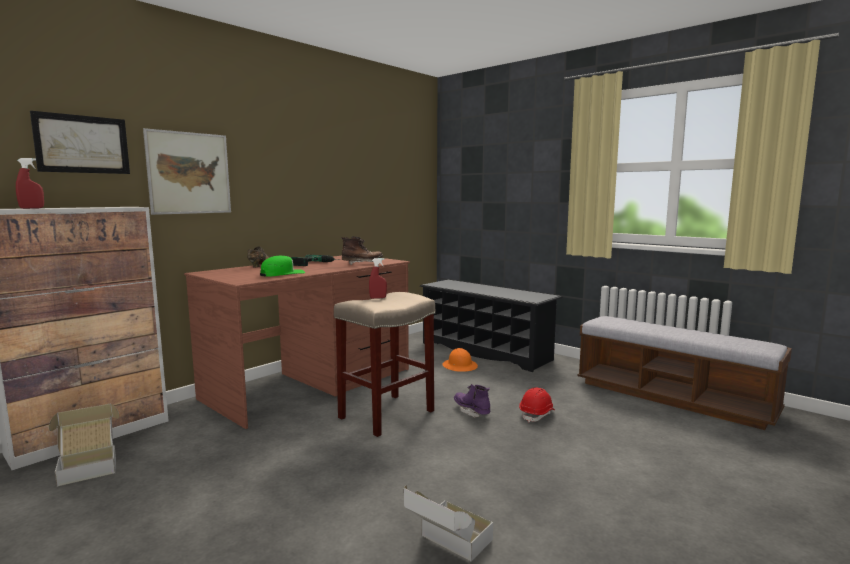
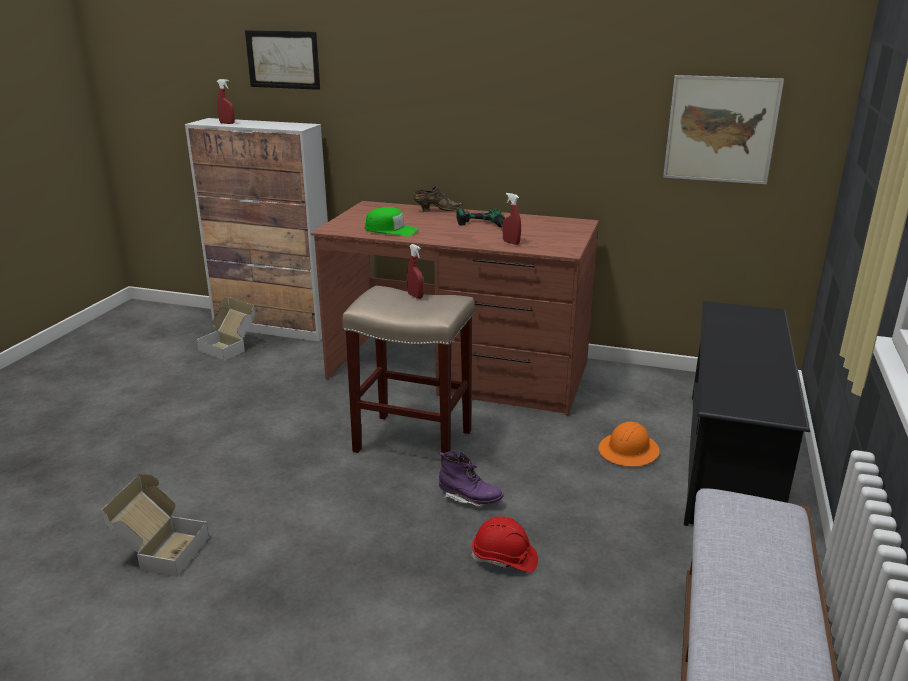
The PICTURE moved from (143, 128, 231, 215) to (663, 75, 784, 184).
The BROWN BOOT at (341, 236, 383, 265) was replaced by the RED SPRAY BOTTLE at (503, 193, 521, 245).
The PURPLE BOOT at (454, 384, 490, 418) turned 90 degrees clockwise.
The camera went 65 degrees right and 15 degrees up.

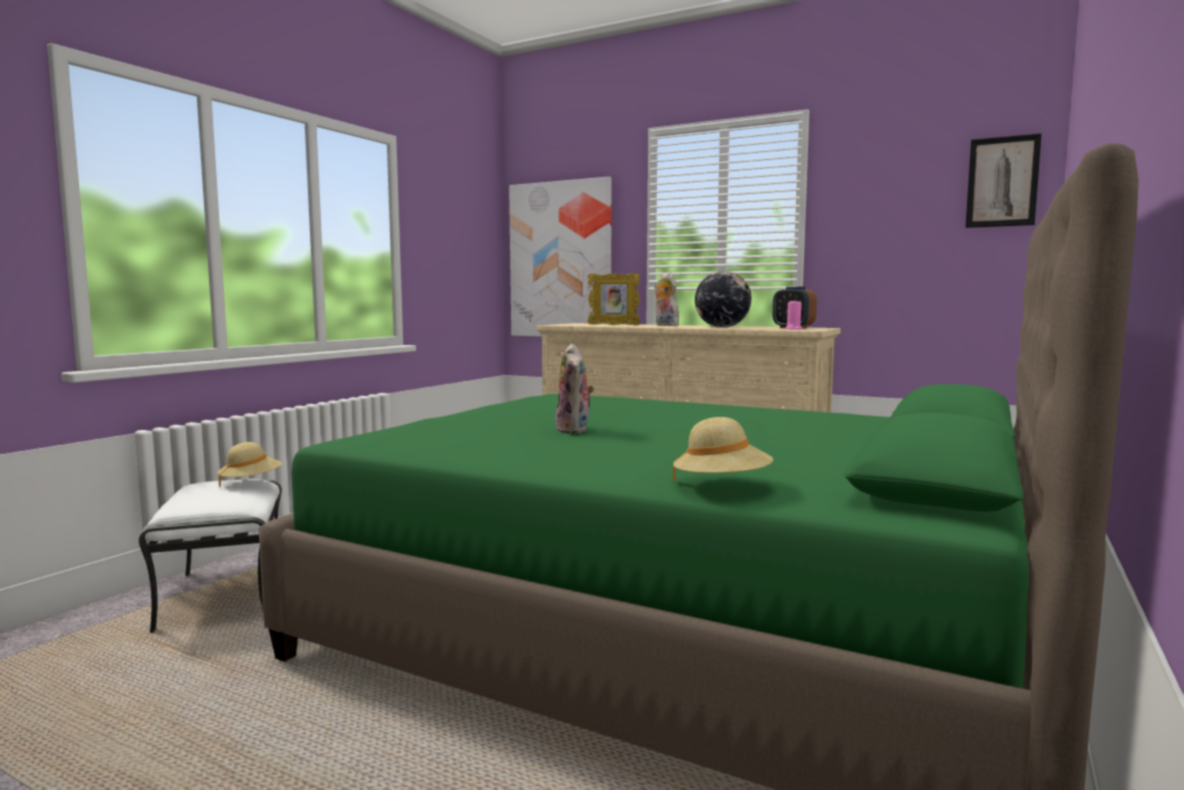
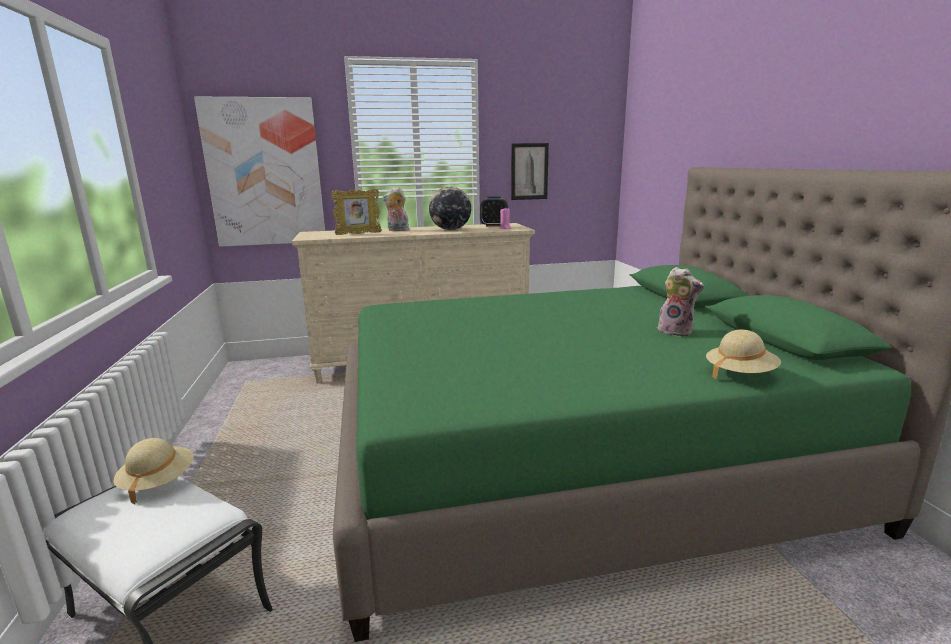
The PLUSH TOY moved from (556, 343, 594, 434) to (658, 267, 704, 337).
The PICTURE moved from (965, 133, 1042, 228) to (511, 143, 549, 200).
The camera went 40 degrees left and 10 degrees up.

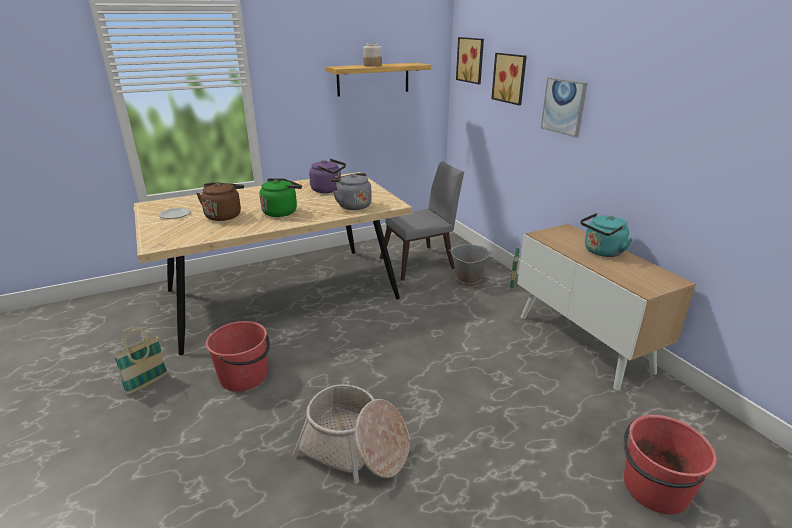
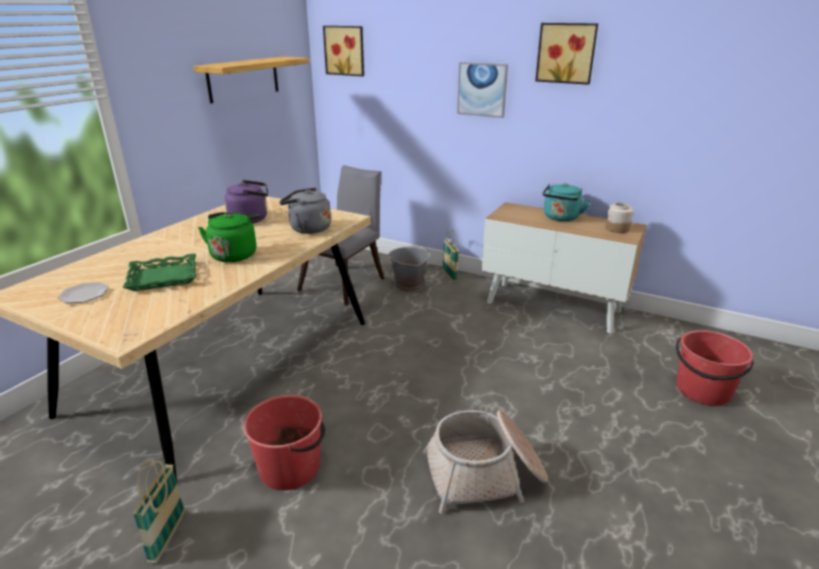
The JAR moved from (363, 43, 382, 67) to (605, 202, 634, 233).
The PICTURE moved from (491, 53, 527, 105) to (535, 23, 598, 85).
The BROWN KETTLE at (196, 182, 244, 221) was replaced by the GREEN TRAY at (123, 254, 196, 291).
The camera went 35 degrees left and 0 degrees up.

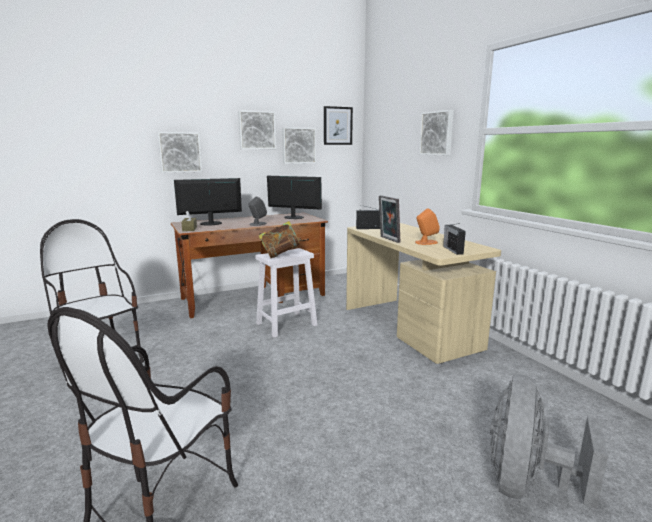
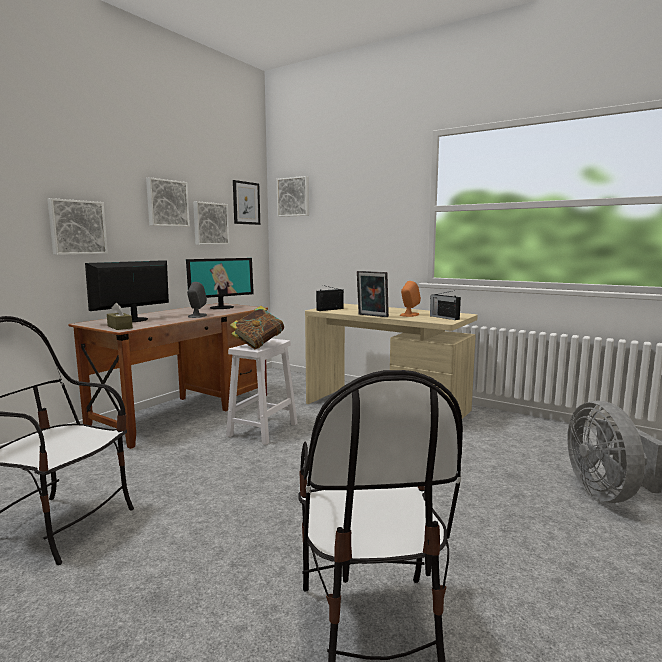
The PICTURE moved from (419, 110, 454, 155) to (277, 176, 309, 217).
The MONITOR at (267, 176, 322, 219) turned 150 degrees clockwise.
The camera went 30 degrees left and 5 degrees down.

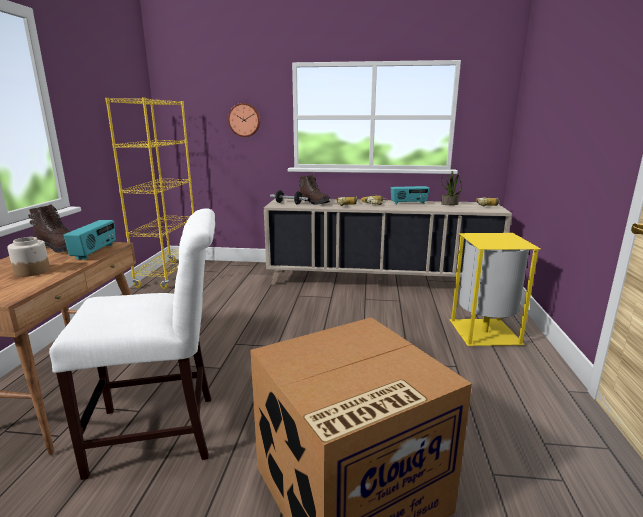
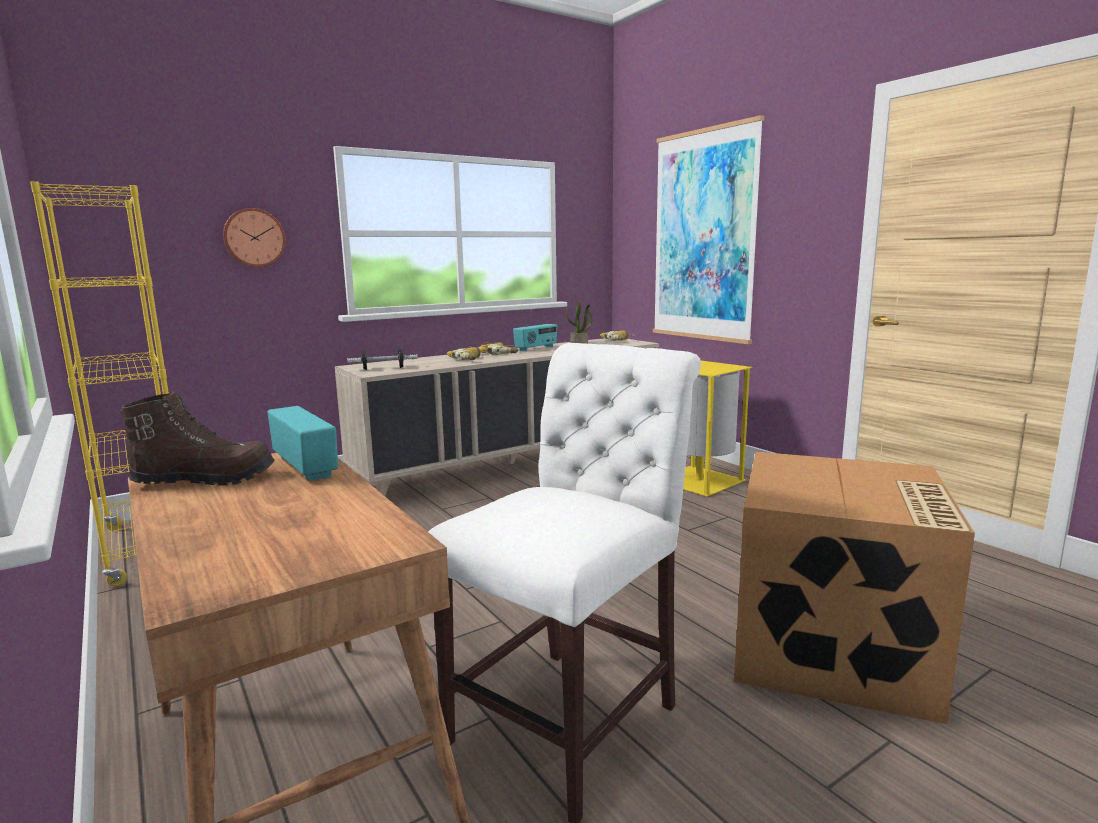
The JAR at (7, 237, 50, 277) disappeared.
The BROWN BOOT at (299, 175, 330, 205) disappeared.
The PICTURE at (653, 115, 764, 344) appeared.
The camera went 40 degrees left and 5 degrees down.

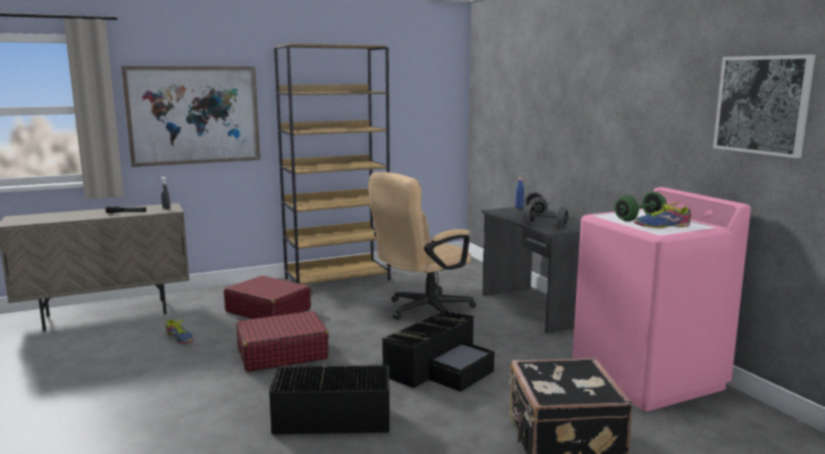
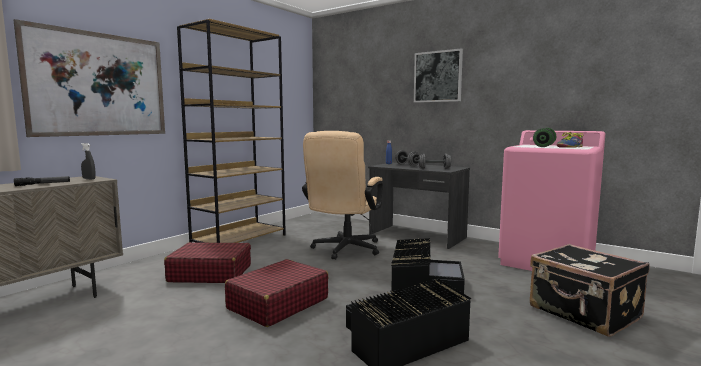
The SHOE at (163, 320, 194, 344) disappeared.
The PICTURE moved from (713, 54, 815, 158) to (414, 48, 463, 103).
The camera went 30 degrees left and 5 degrees down.

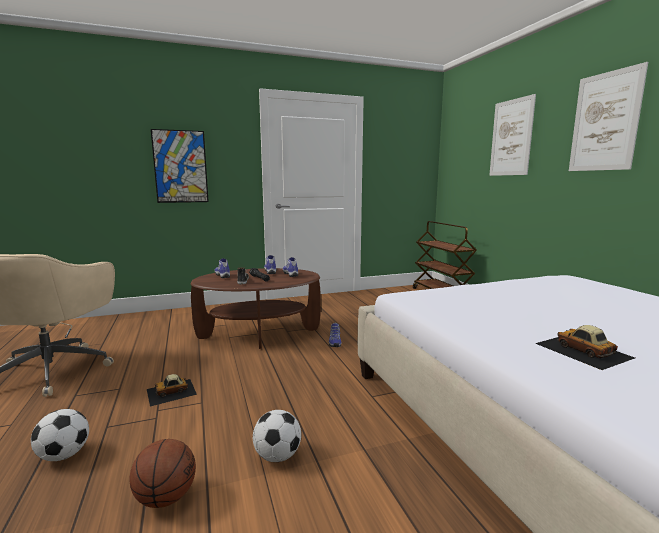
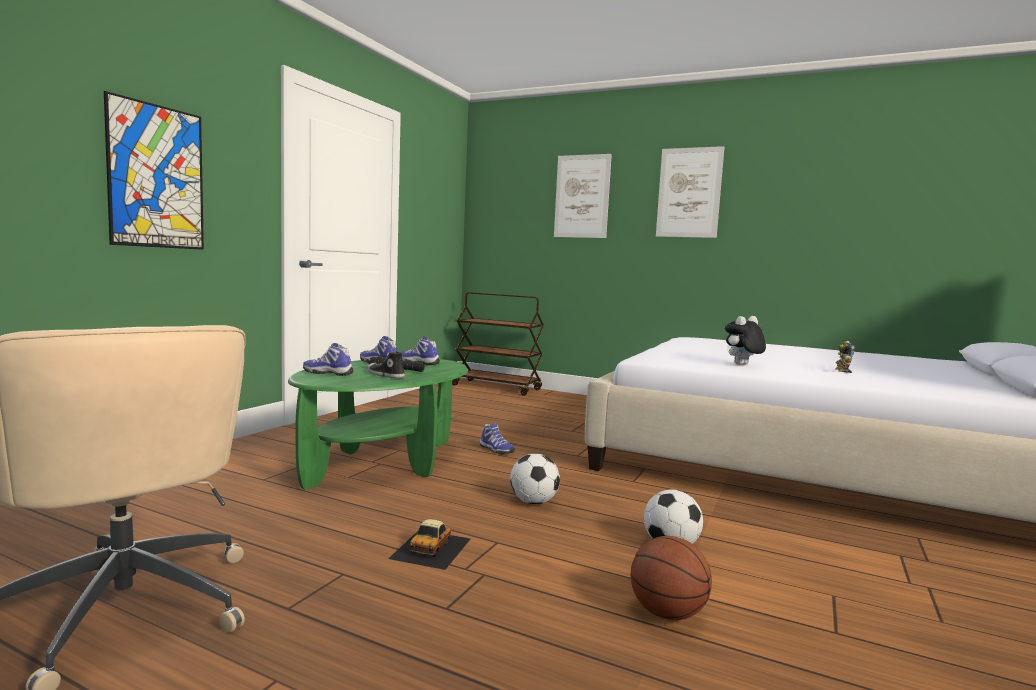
The PLUSH TOY at (725, 316, 766, 365) appeared.
The FOOTBALL moved from (31, 409, 89, 461) to (510, 454, 560, 504).
The TOY CAR at (535, 325, 635, 370) was replaced by the TOY ROBOT at (835, 341, 855, 373).
The BROWN COFFEE TABLE at (191, 268, 321, 349) became the GREEN COFFEE TABLE at (288, 359, 468, 490).
The camera went 45 degrees left and 5 degrees down.

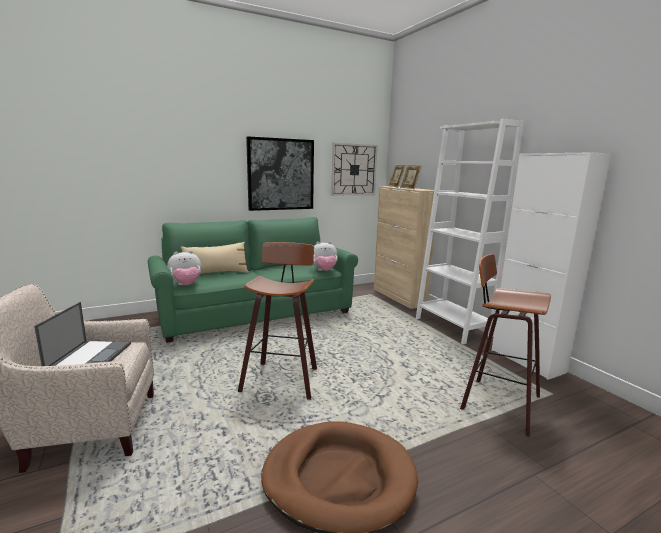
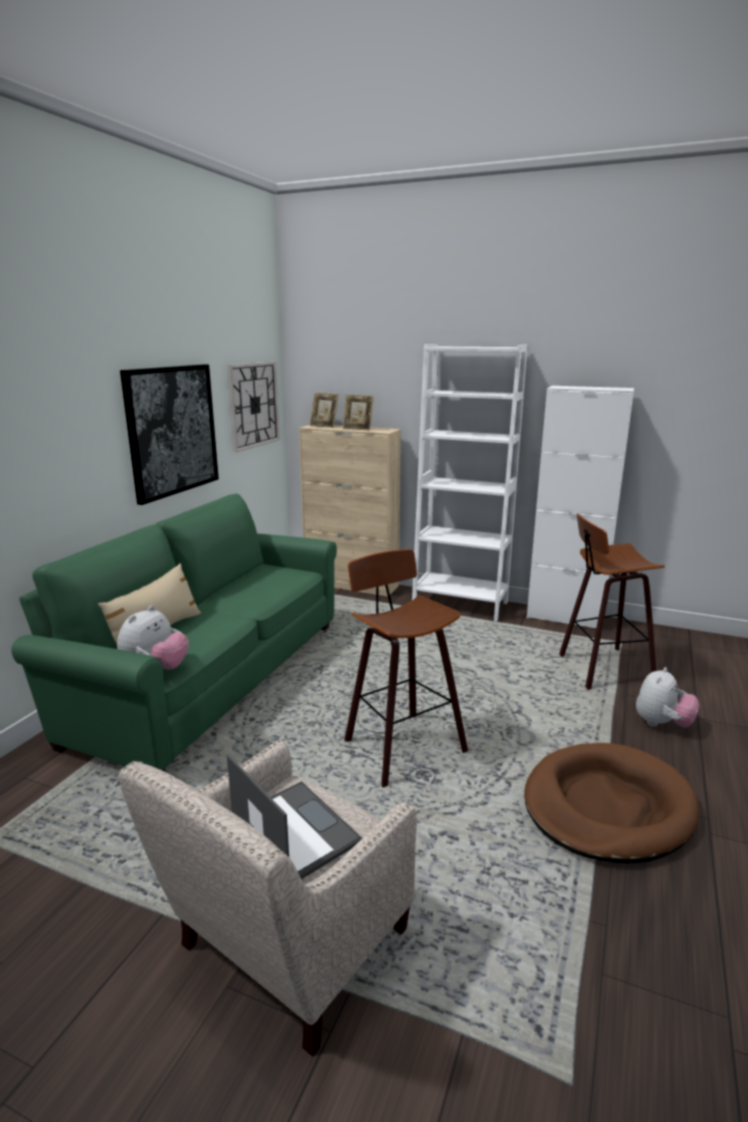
The PLUSH TOY moved from (313, 241, 337, 271) to (636, 667, 699, 727).
The camera went 40 degrees left and 5 degrees up.

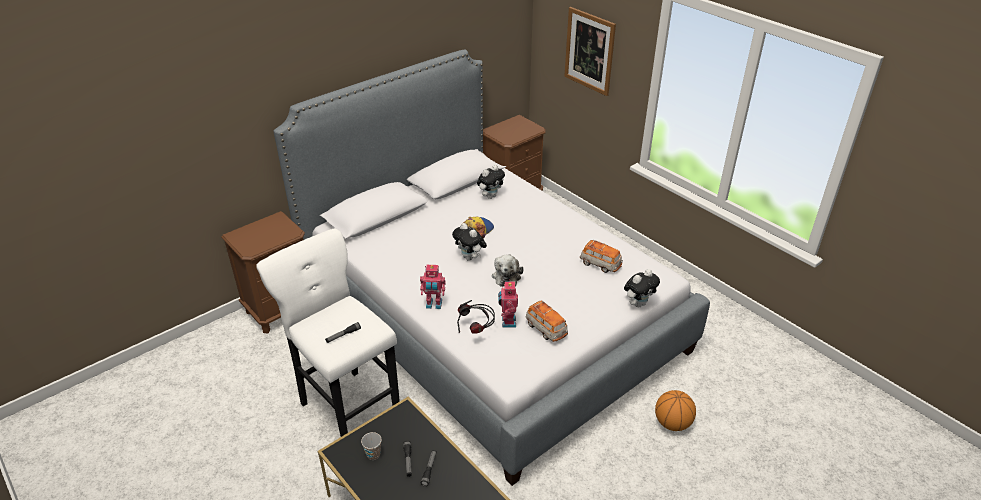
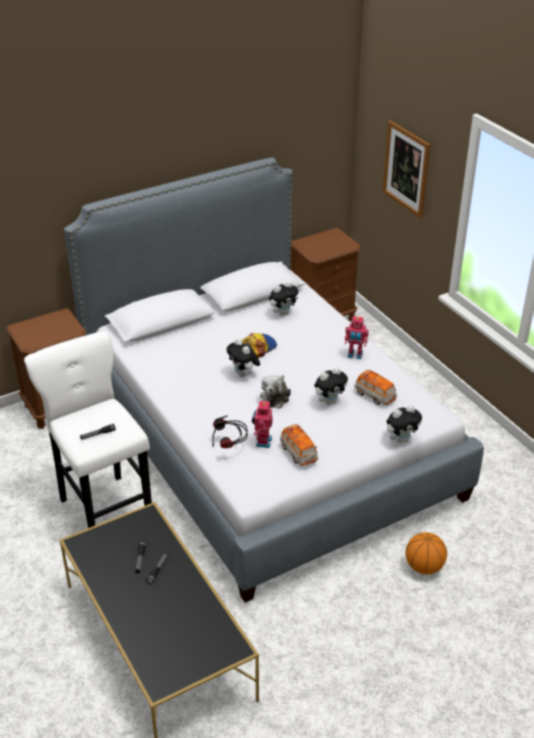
The CUP at (361, 432, 382, 460) disappeared.
The PLUSH TOY at (314, 367, 348, 405) appeared.
The TOY ROBOT moved from (420, 265, 446, 309) to (345, 316, 369, 359).
The camera went 10 degrees right and 0 degrees up.

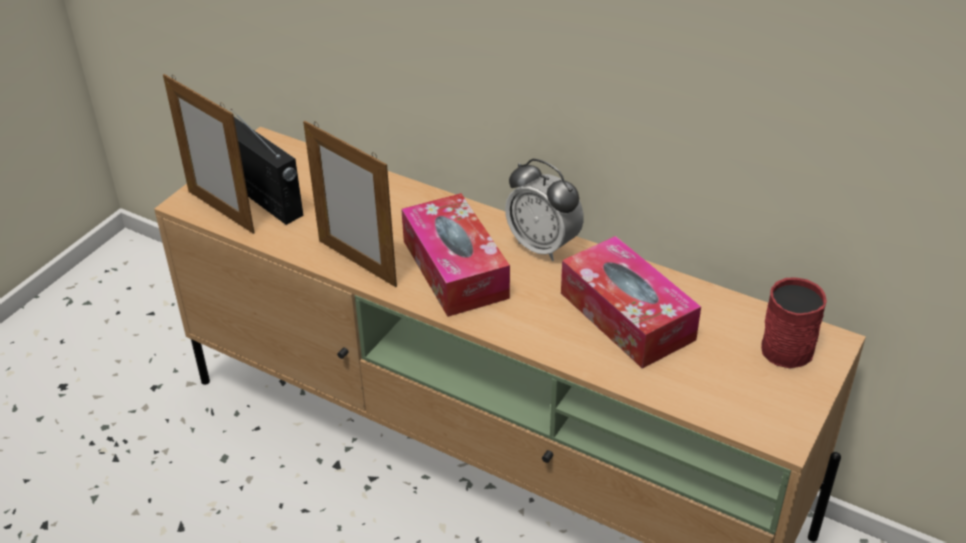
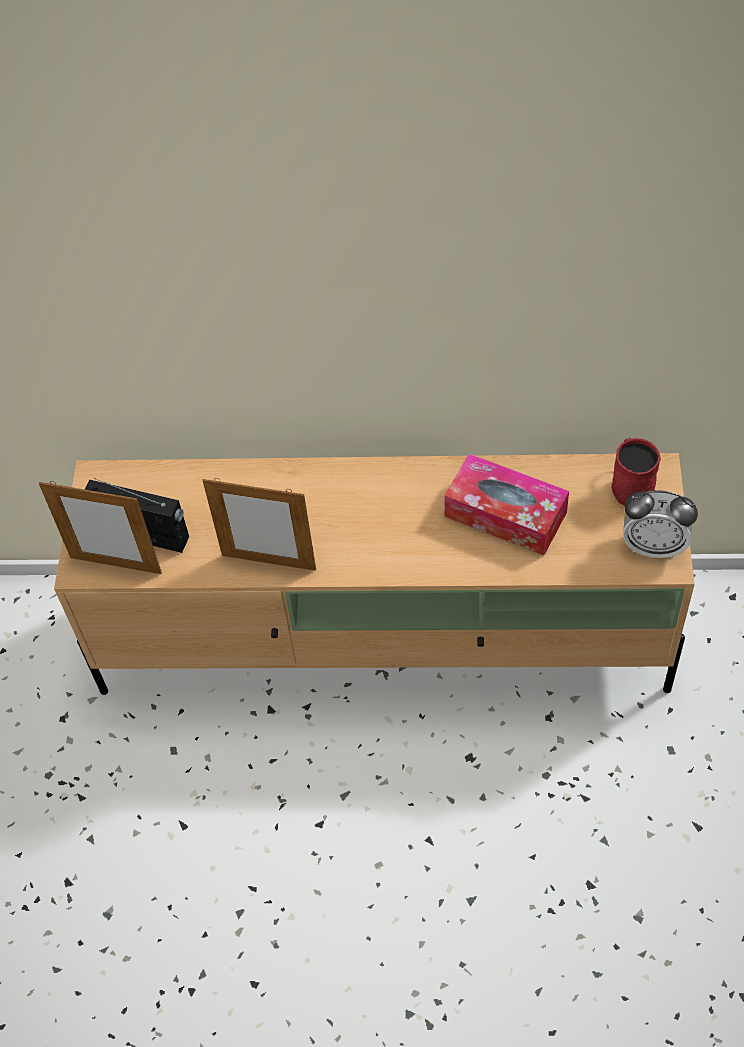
The TISSUE BOX at (401, 193, 510, 317) disappeared.
The ALARM CLOCK moved from (505, 159, 584, 261) to (623, 490, 698, 558).
The camera went 25 degrees left and 15 degrees up.

